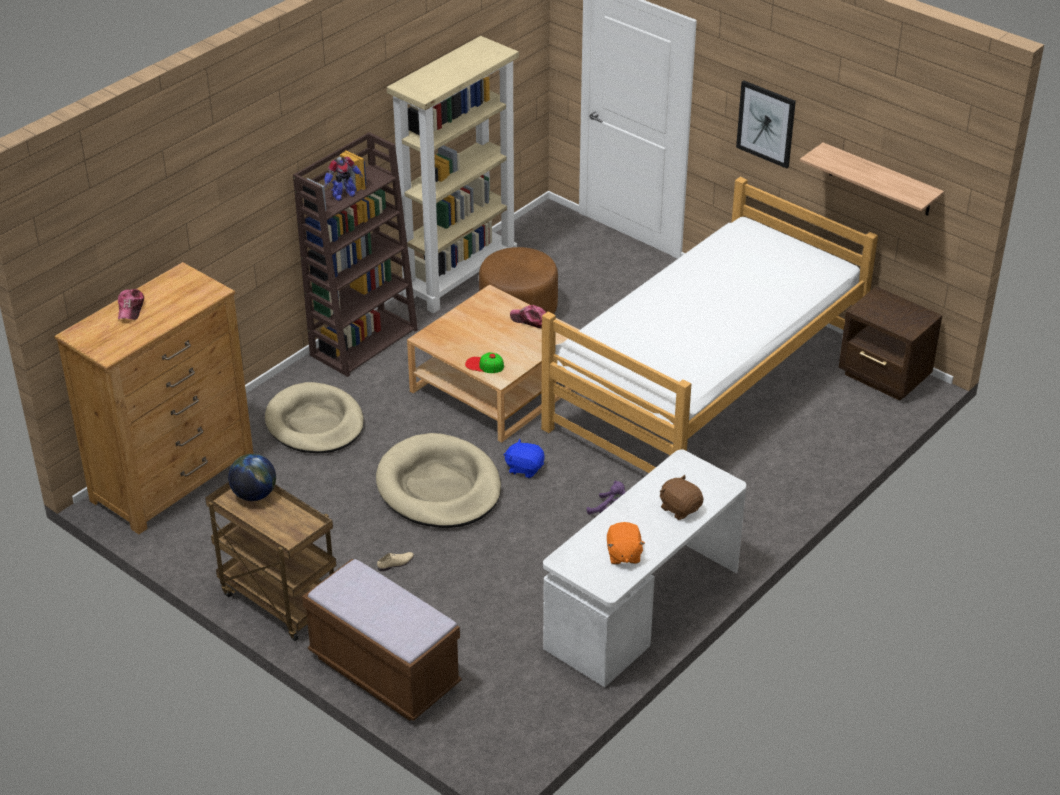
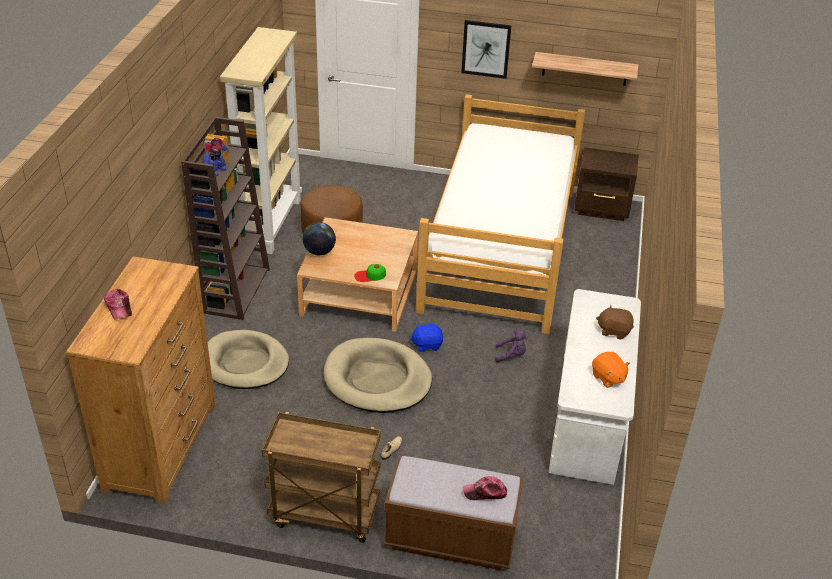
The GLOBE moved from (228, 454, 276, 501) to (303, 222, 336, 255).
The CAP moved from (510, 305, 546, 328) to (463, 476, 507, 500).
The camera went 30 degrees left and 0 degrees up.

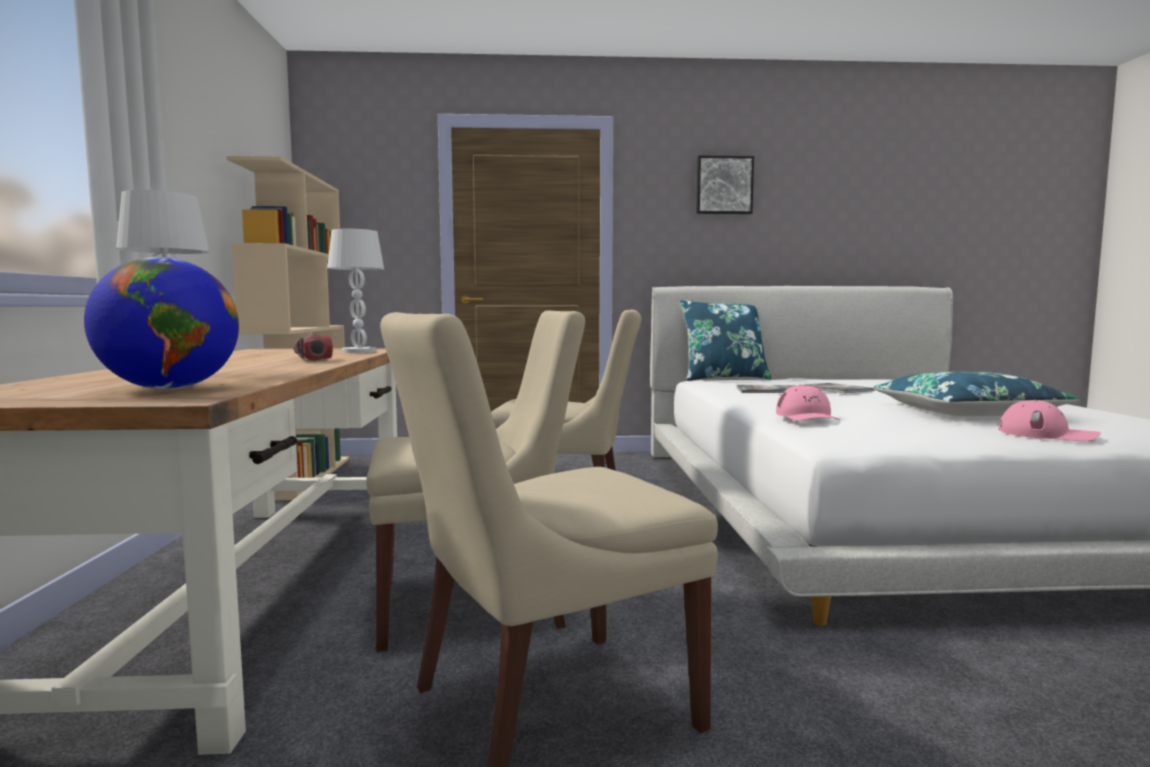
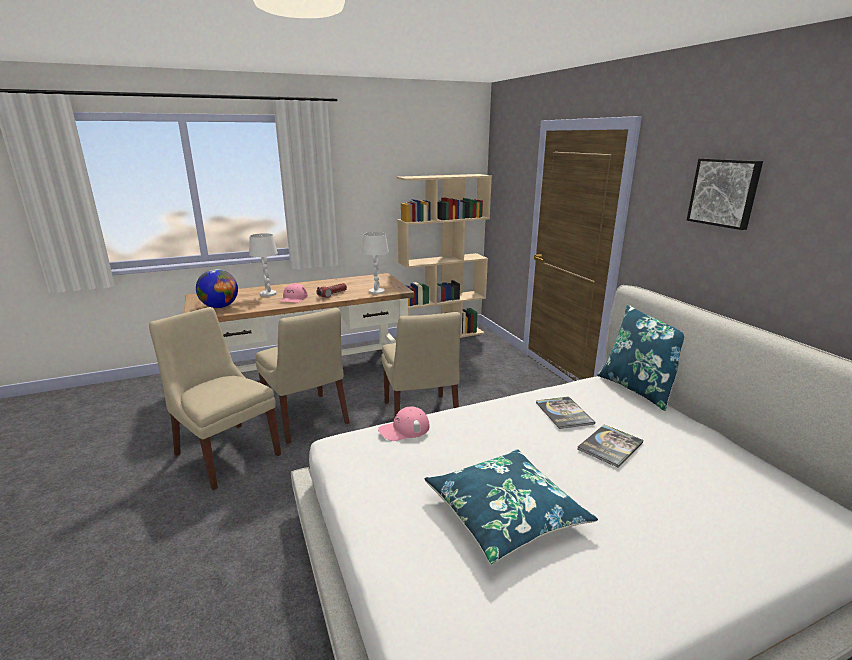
The PINK CAP moved from (998, 400, 1101, 441) to (279, 283, 308, 303).
The camera went 70 degrees right and 15 degrees up.

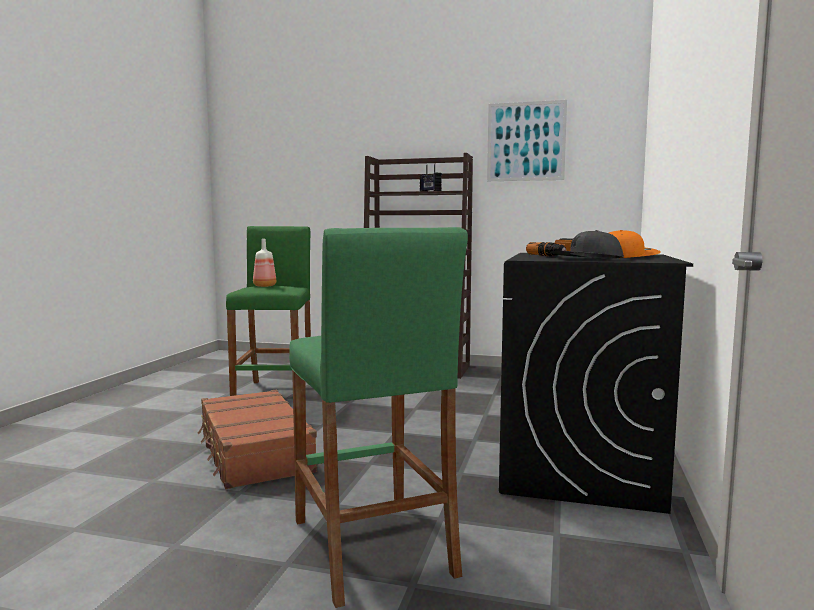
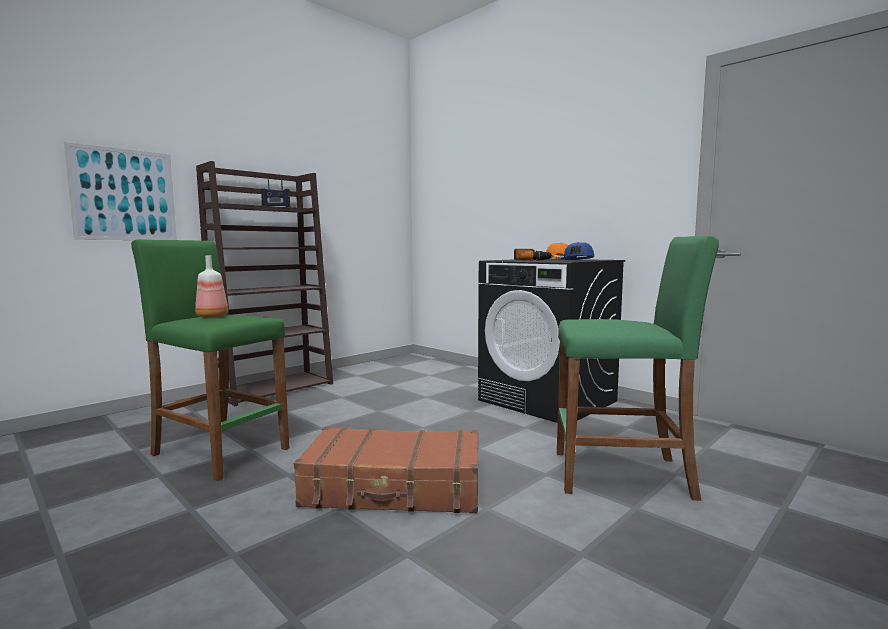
The PICTURE moved from (487, 100, 567, 181) to (64, 142, 177, 240).
The GREY CAP at (550, 230, 624, 258) became the BLUE CAP at (561, 242, 594, 260).
The camera went 60 degrees left and 0 degrees up.

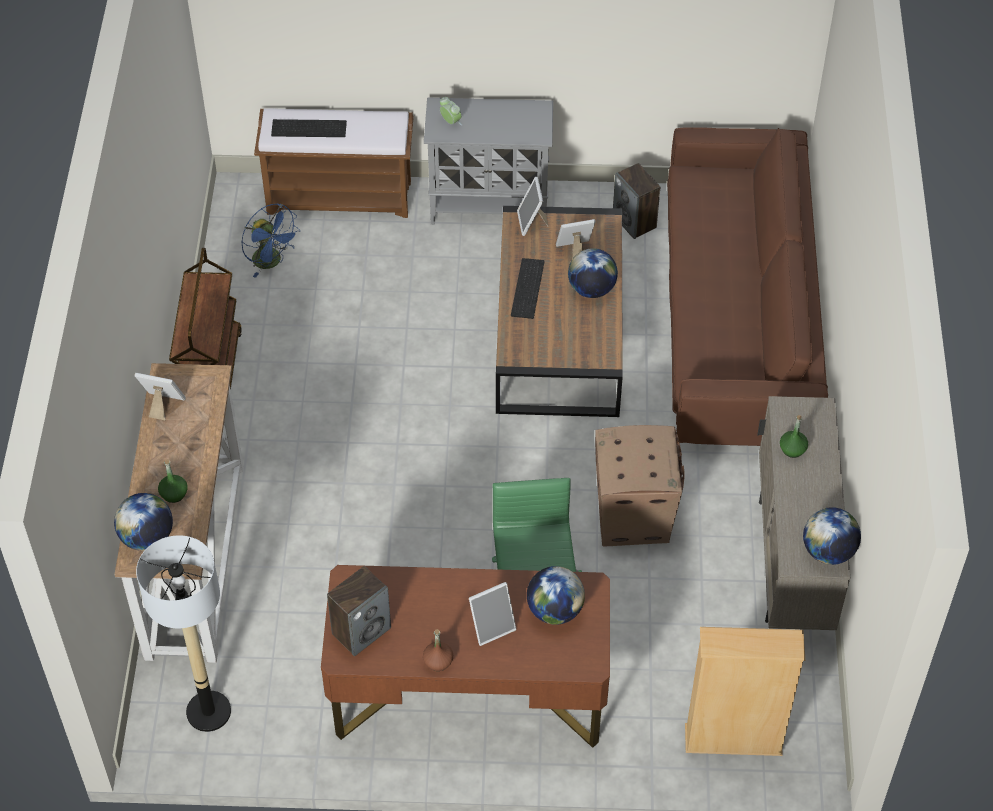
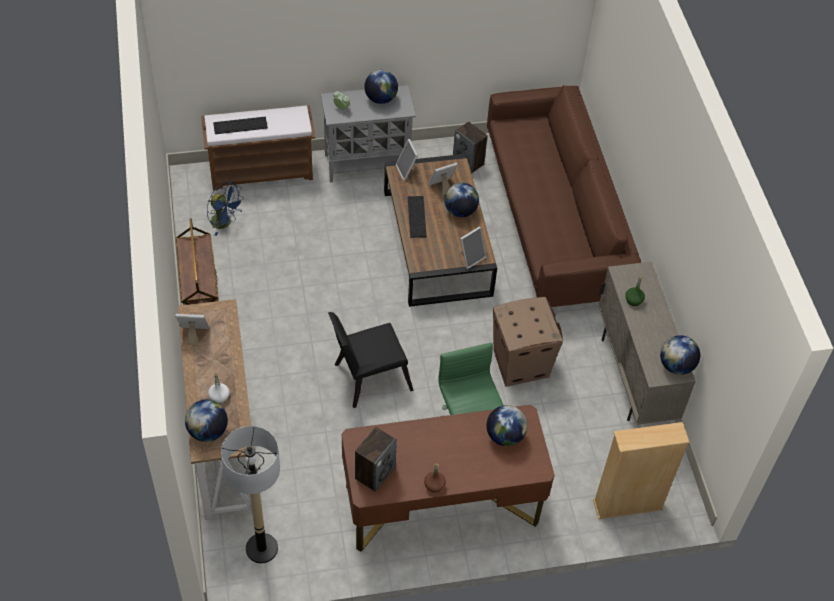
The BLACK CHAIR at (328, 312, 414, 408) appeared.
The GLOBE at (364, 70, 398, 104) appeared.
The PICTURE FRAME moved from (469, 582, 517, 646) to (460, 227, 486, 269).
The GREEN BOTTLE at (158, 459, 188, 503) became the WHITE BOTTLE at (208, 373, 230, 404).
The camera went 15 degrees left and 0 degrees up.

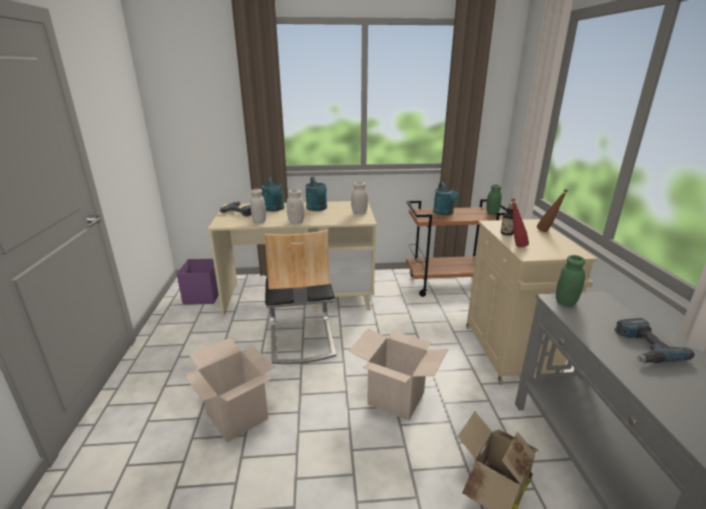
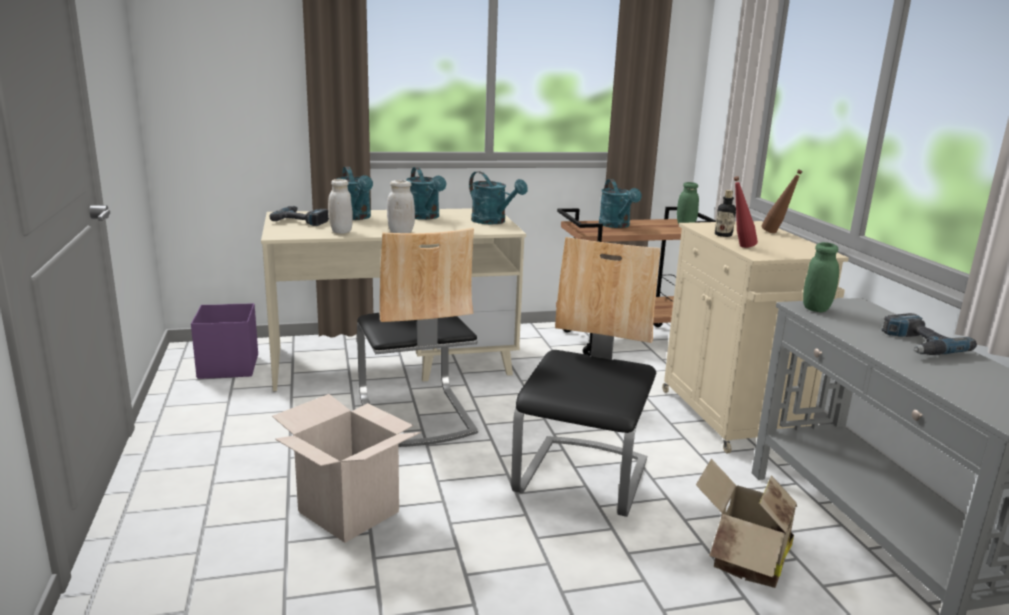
The CARDBOARD BOX at (349, 328, 448, 421) was replaced by the CHAIR at (511, 237, 661, 517).
The WHITE JAR at (351, 182, 368, 214) was replaced by the TURQUOISE WATERING CAN at (469, 171, 528, 224).
The camera went 10 degrees left and 5 degrees down.

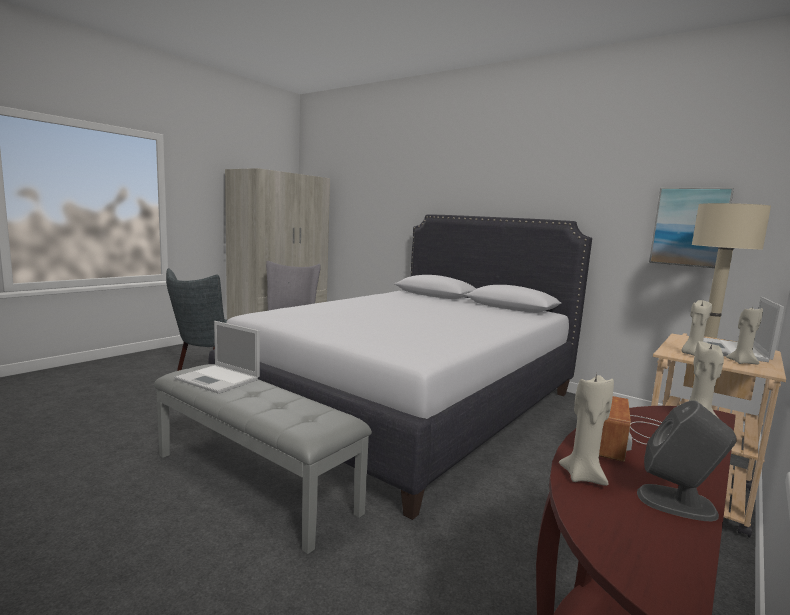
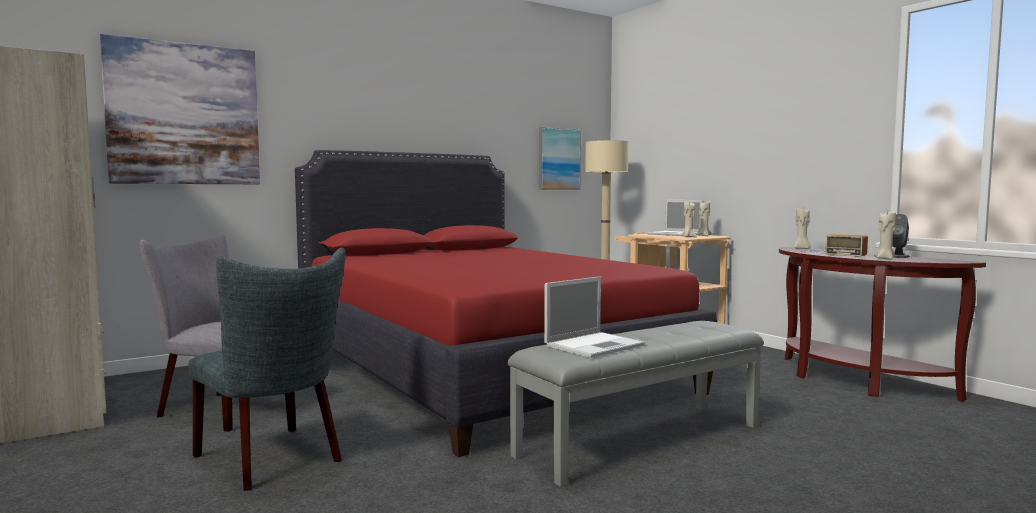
The PICTURE at (100, 34, 260, 184) appeared.
The WHITE BED at (208, 214, 592, 520) became the RED BED at (295, 150, 717, 457).
The camera went 70 degrees left and 5 degrees down.

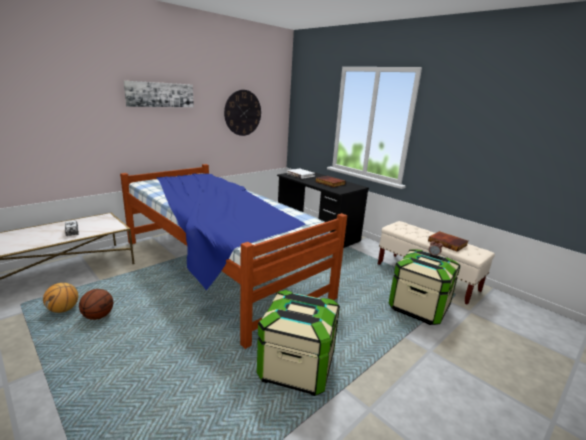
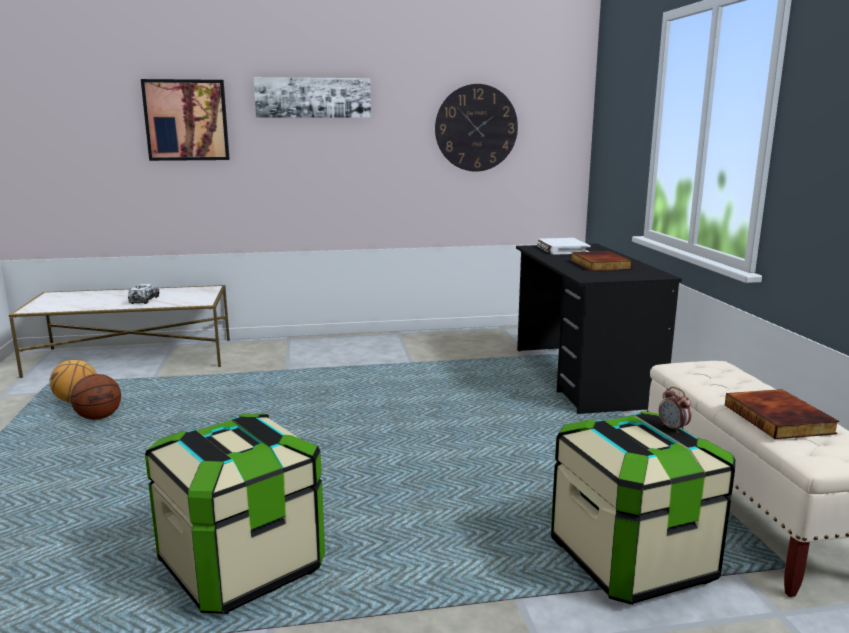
The BED at (120, 164, 347, 349) disappeared.
The PICTURE at (141, 79, 230, 161) appeared.
The camera went 35 degrees right and 5 degrees down.

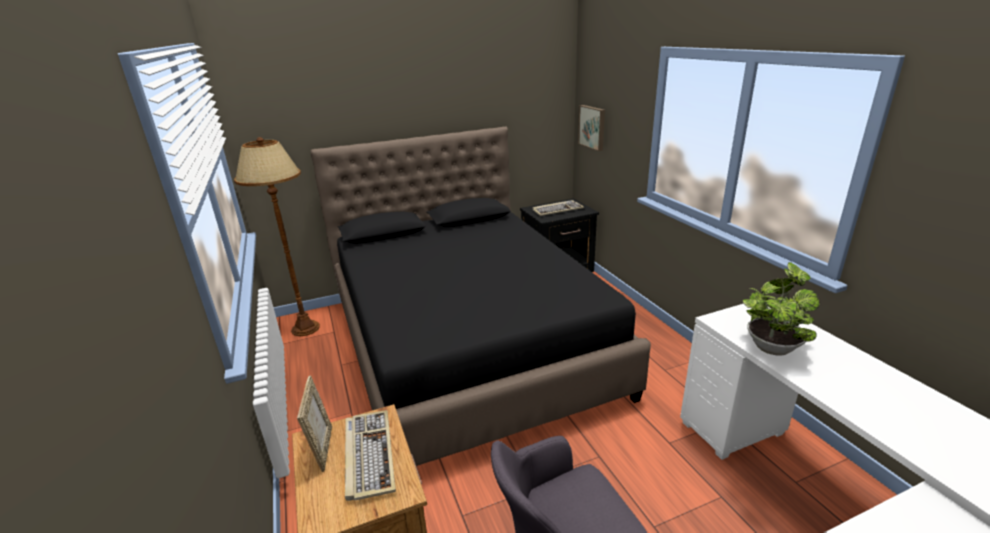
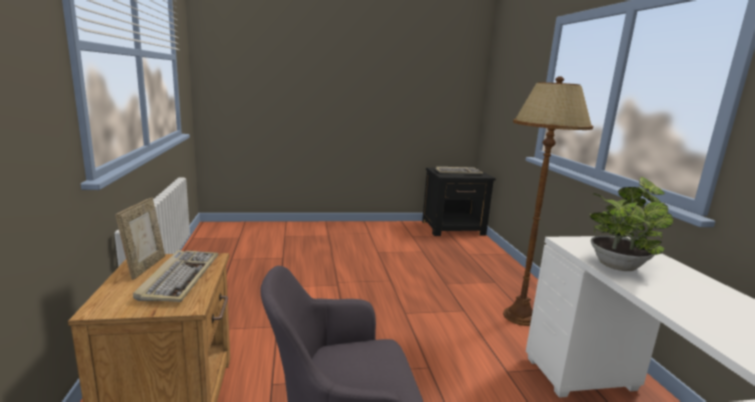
The BLACK BED at (310, 127, 651, 466) disappeared.
The PICTURE at (578, 105, 605, 151) disappeared.
The BROWN FLOOR LAMP moved from (234, 137, 320, 336) to (503, 76, 593, 326).
The camera went 10 degrees right and 10 degrees down.

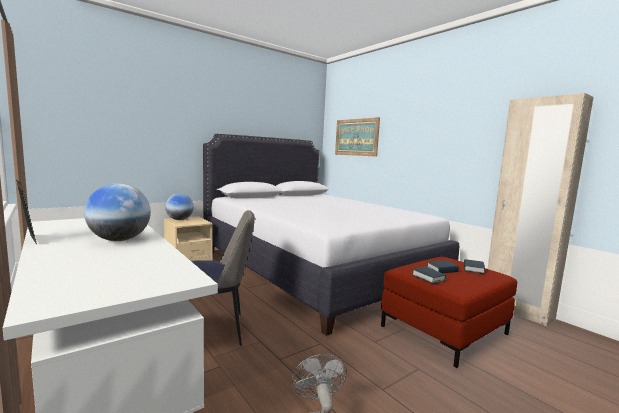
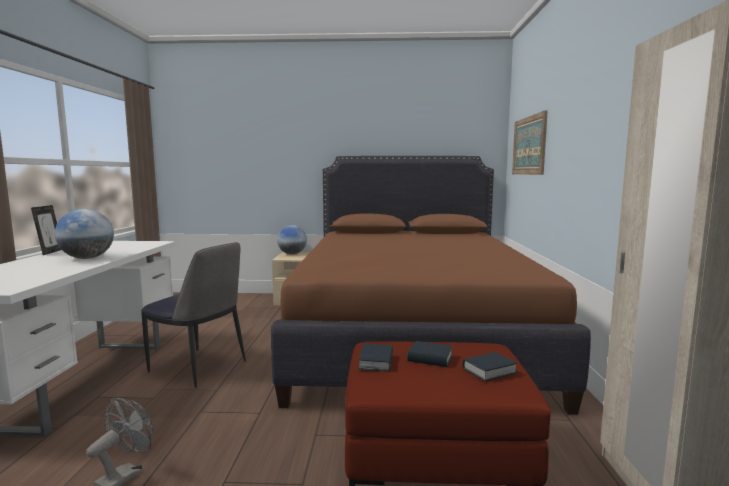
The WHITE BED at (203, 134, 459, 336) became the BROWN BED at (271, 156, 591, 415).
The camera went 40 degrees right and 0 degrees up.

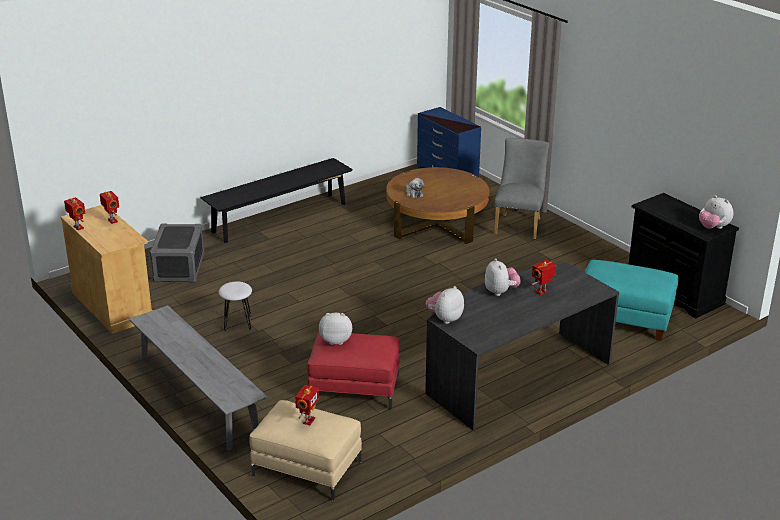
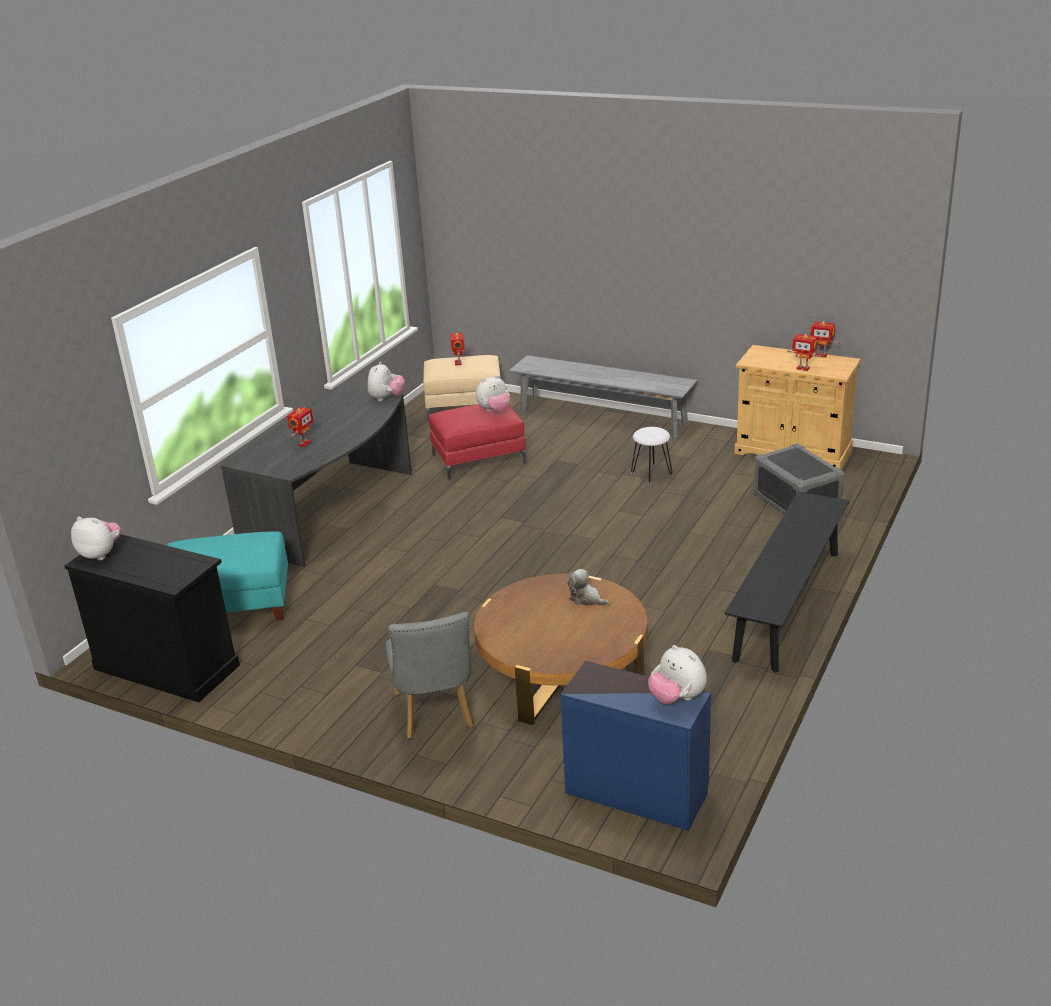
The PLUSH TOY moved from (485, 258, 521, 296) to (648, 645, 707, 704).
The camera went 155 degrees right and 0 degrees up.

